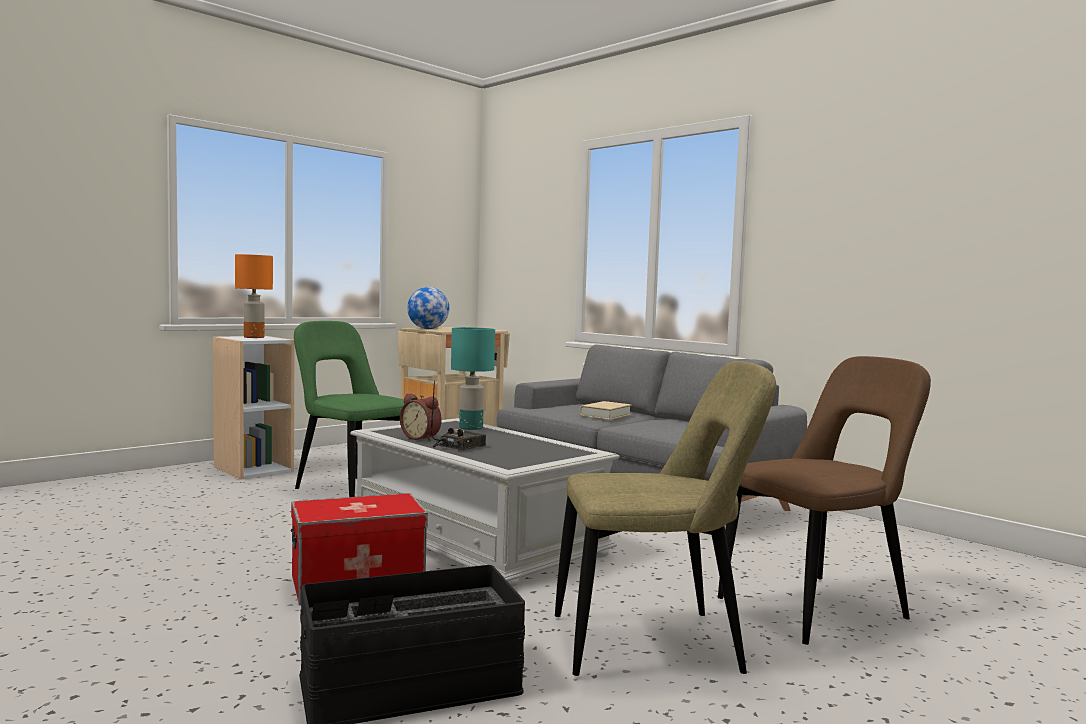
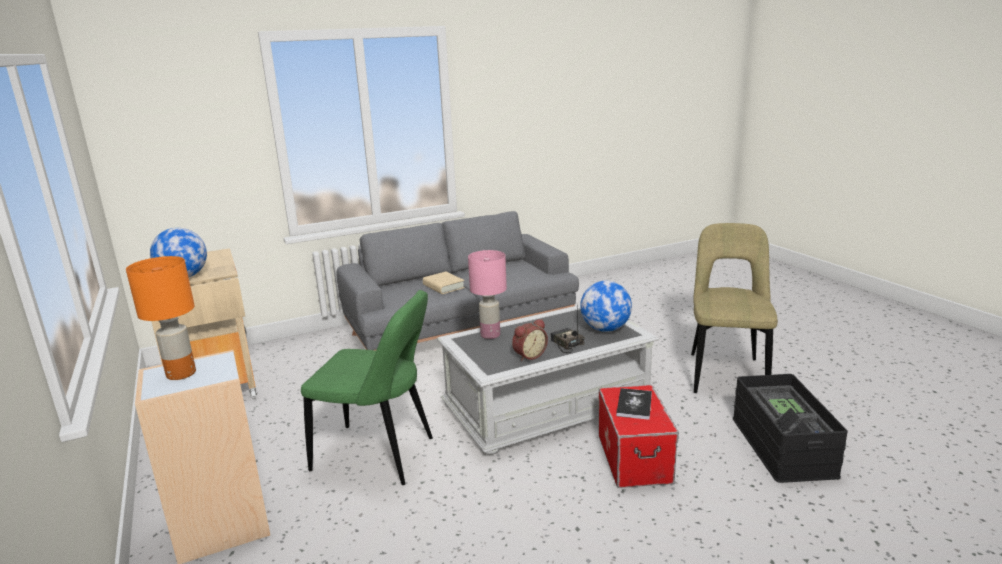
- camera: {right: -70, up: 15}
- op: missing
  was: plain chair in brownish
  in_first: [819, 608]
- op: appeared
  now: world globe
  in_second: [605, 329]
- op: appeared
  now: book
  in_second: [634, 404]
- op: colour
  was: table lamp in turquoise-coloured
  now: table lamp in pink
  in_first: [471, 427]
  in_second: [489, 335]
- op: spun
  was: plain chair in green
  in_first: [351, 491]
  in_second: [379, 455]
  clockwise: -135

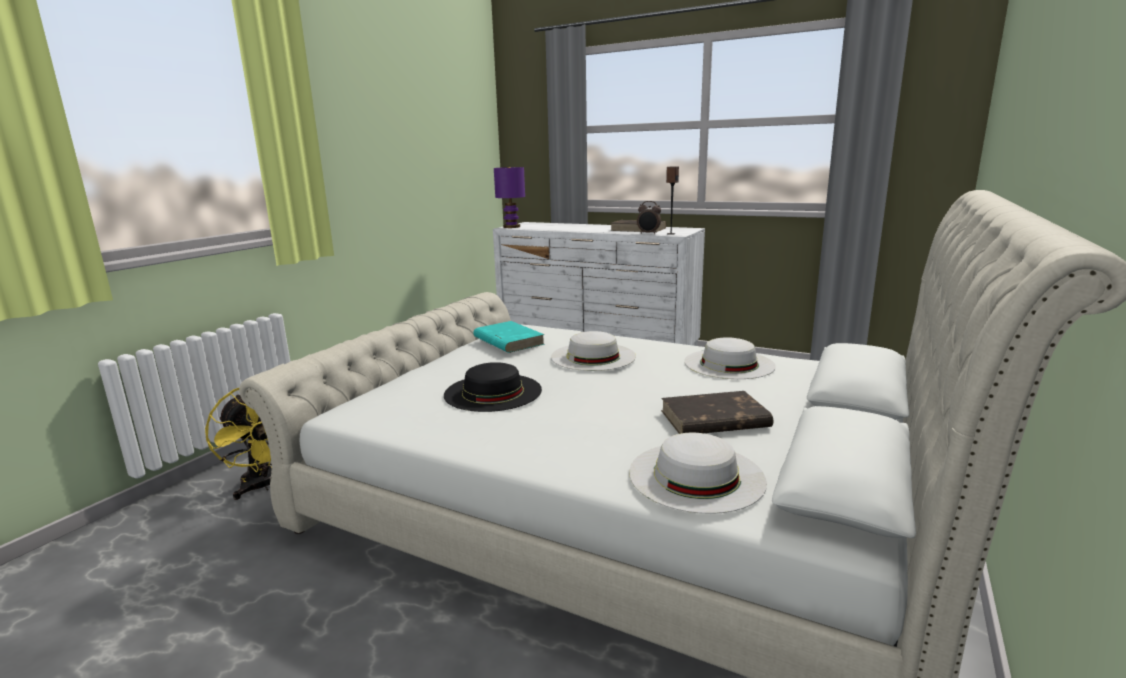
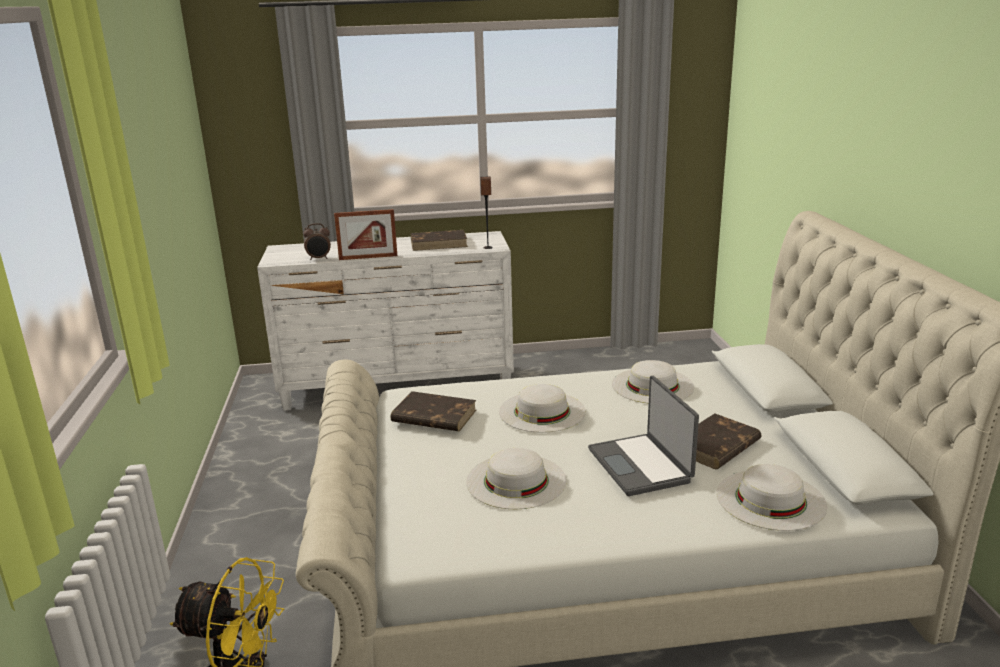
- camera: {right: -35, up: 5}
- op: missing
  was: table lamp in purplish
  in_first: [511, 227]
- op: appeared
  now: standing frame
  in_second: [368, 257]
- op: appeared
  now: portable computer
  in_second: [641, 465]
- op: relocated
  was: table clock
  in_first: [648, 233]
  in_second: [319, 258]
- op: colour
  was: wearable hat in black
  now: wearable hat in white
  in_first: [493, 392]
  in_second: [516, 480]
- op: colour
  was: book in turquoise-coloured
  now: book in brownish
  in_first: [508, 341]
  in_second: [433, 416]

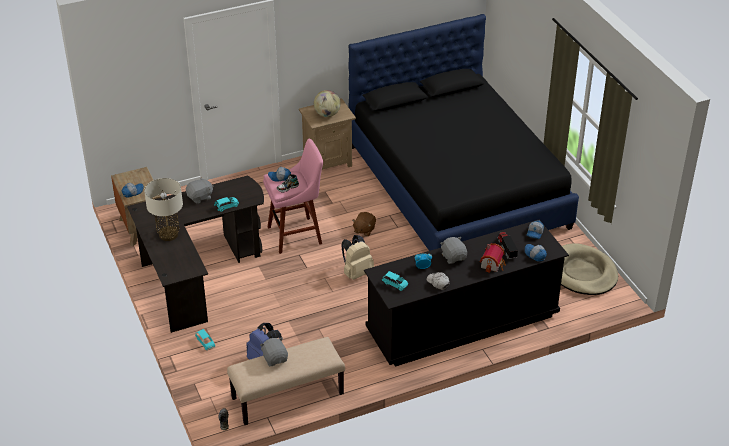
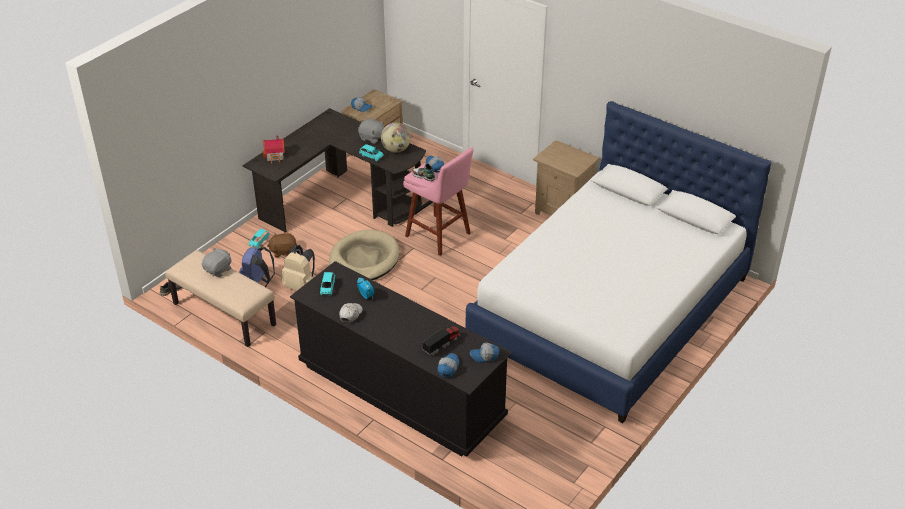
- camera: {right: 60, up: 0}
- op: missing
  was: table lamp
  in_first: [168, 234]
- op: missing
  was: cuddly toy in gray
  in_first: [453, 257]
- op: relocated
  was: world globe
  in_first: [327, 114]
  in_second: [396, 149]
- op: relocated
  was: knapsack in beige
  in_first: [356, 272]
  in_second: [301, 286]
- op: relocated
  was: cuddly toy in brownish
  in_first: [364, 230]
  in_second: [283, 251]
- op: relocated
  was: toy house
  in_first: [493, 264]
  in_second: [275, 156]
- op: relocated
  was: pet bed in beige
  in_first: [582, 273]
  in_second: [364, 260]
- op: colour
  was: bed in black
  now: bed in white
  in_first: [456, 186]
  in_second: [611, 309]

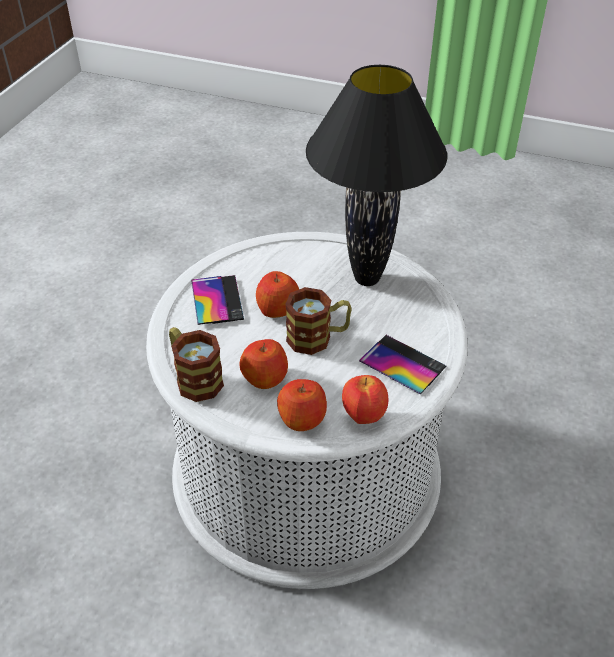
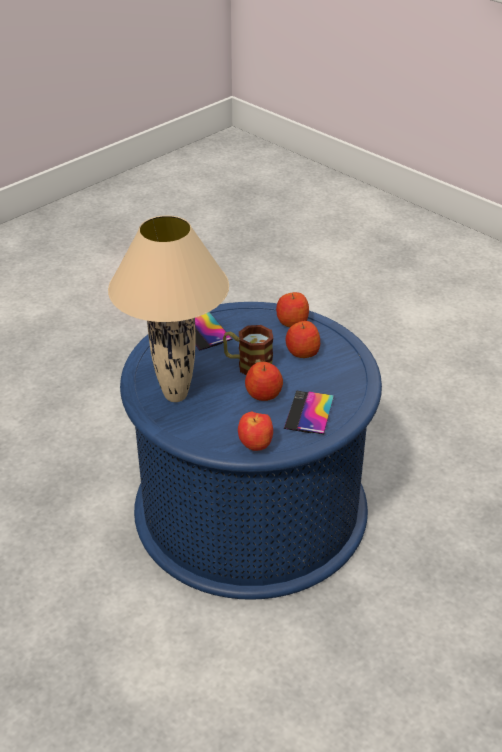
- camera: {right: -155, up: -5}
- op: missing
  was: tea mug
  in_first: [194, 378]
- op: relocated
  was: apple
  in_first: [363, 416]
  in_second: [256, 446]
- op: colour
  was: lounge table in white
  now: lounge table in blue-coloured
  in_first: [306, 468]
  in_second: [250, 507]
- op: colour
  was: table lamp in black
  now: table lamp in beige
  in_first: [368, 279]
  in_second: [174, 395]

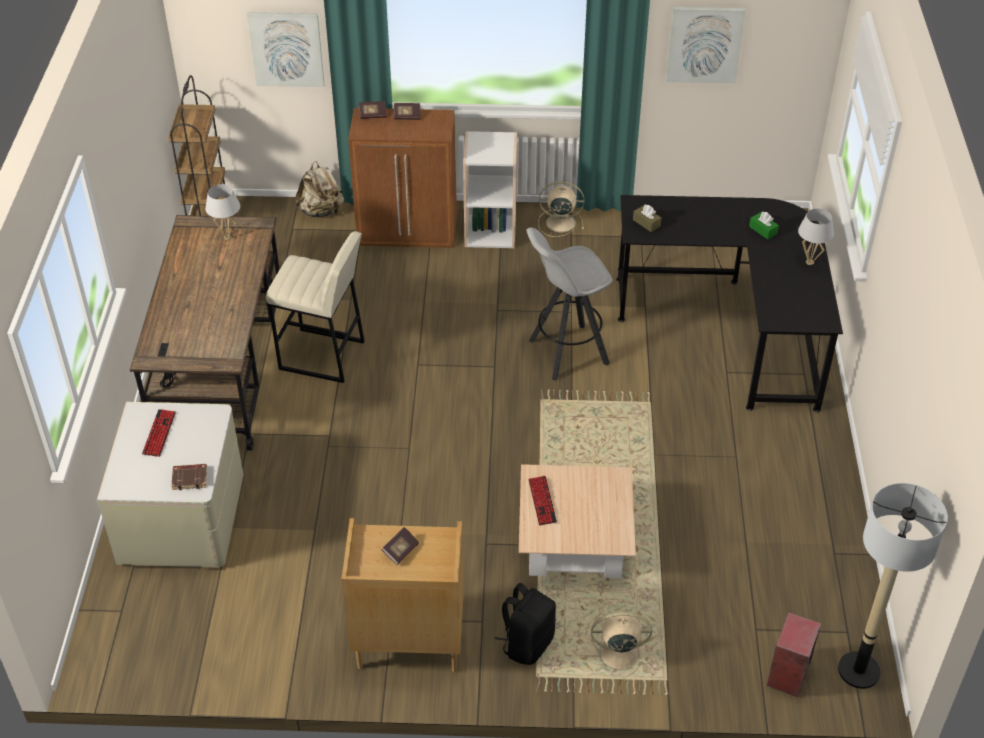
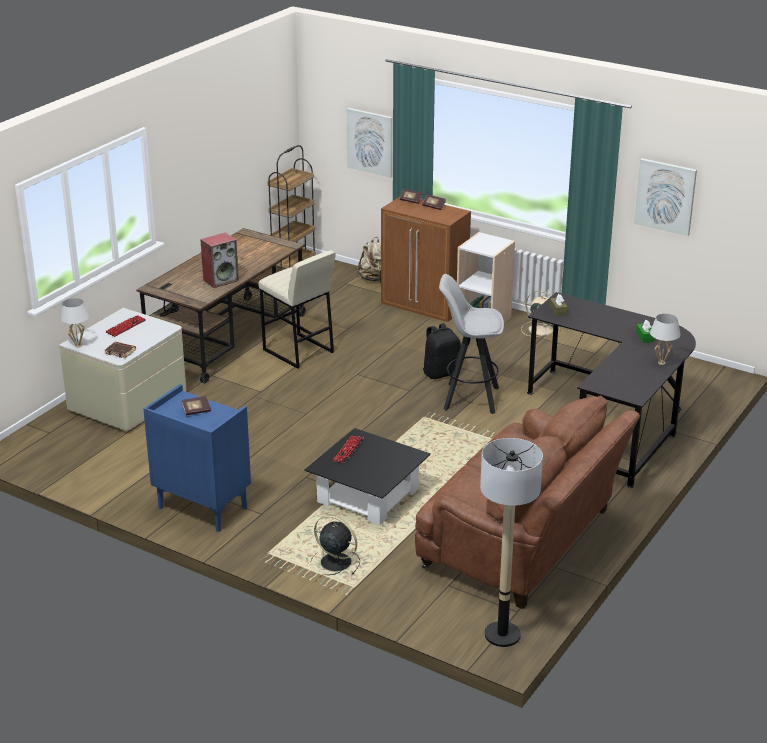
- camera: {right: 30, up: -15}
- op: appeared
  now: sofa in brownish
  in_second: [524, 542]
- op: relocated
  was: table lamp in white
  in_first: [227, 237]
  in_second: [78, 345]
- op: relocated
  was: knapsack in black
  in_first: [527, 643]
  in_second: [441, 373]
- op: relocated
  was: speaker
  in_first: [787, 673]
  in_second: [221, 280]
- op: colour
  was: cupboard in brownish
  now: cupboard in blue-coloured
  in_first: [408, 644]
  in_second: [202, 508]
- op: colour
  was: lounge table in beige
  now: lounge table in black
  in_first: [574, 541]
  in_second: [368, 495]
- op: colour
  was: fan in beige
  now: fan in black
  in_first: [617, 654]
  in_second: [334, 562]

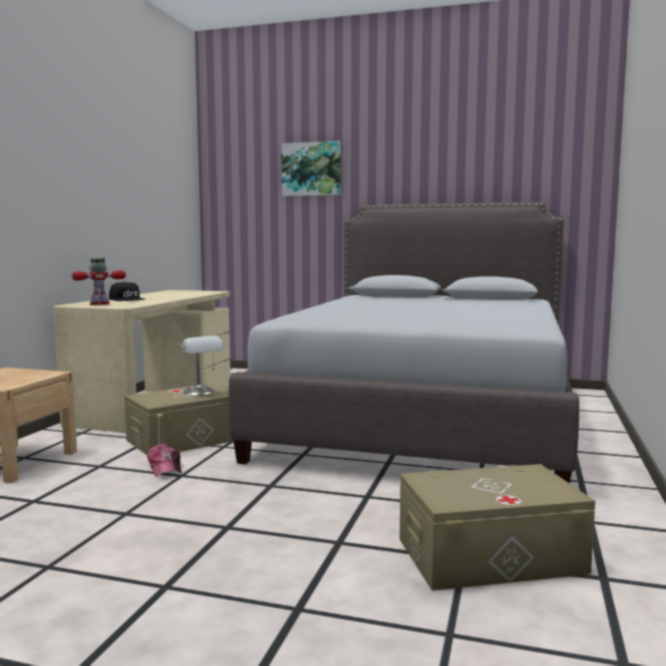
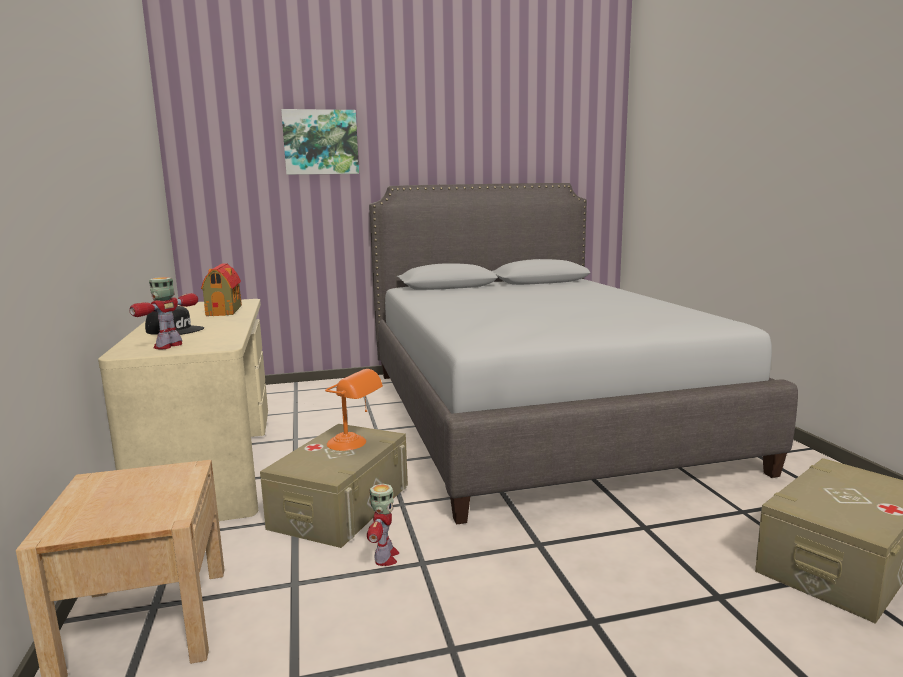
- camera: {right: -30, up: 5}
- op: appeared
  now: toy house
  in_second: [224, 310]
- op: exchanged
  was: baseball cap
  now: model robot
  in_first: [165, 468]
  in_second: [385, 557]
- op: colour
  was: table lamp in white
  now: table lamp in orange
  in_first: [202, 393]
  in_second: [354, 443]

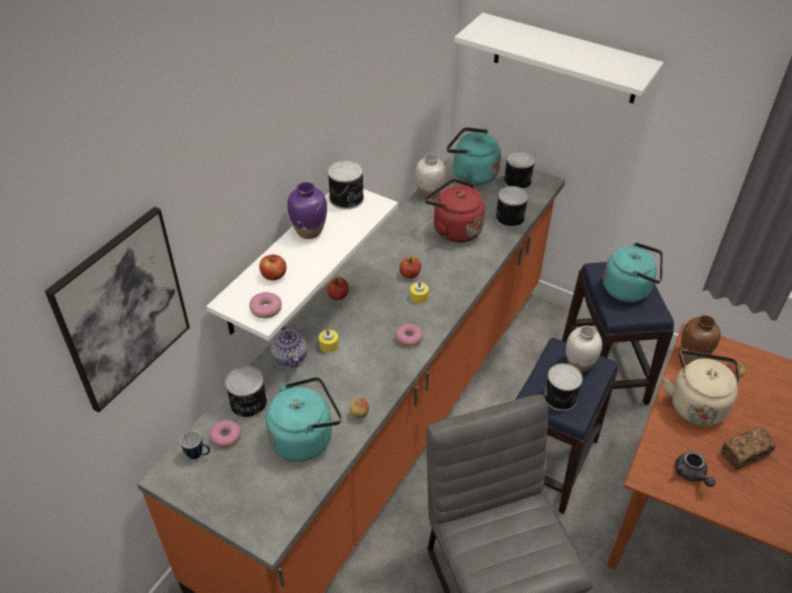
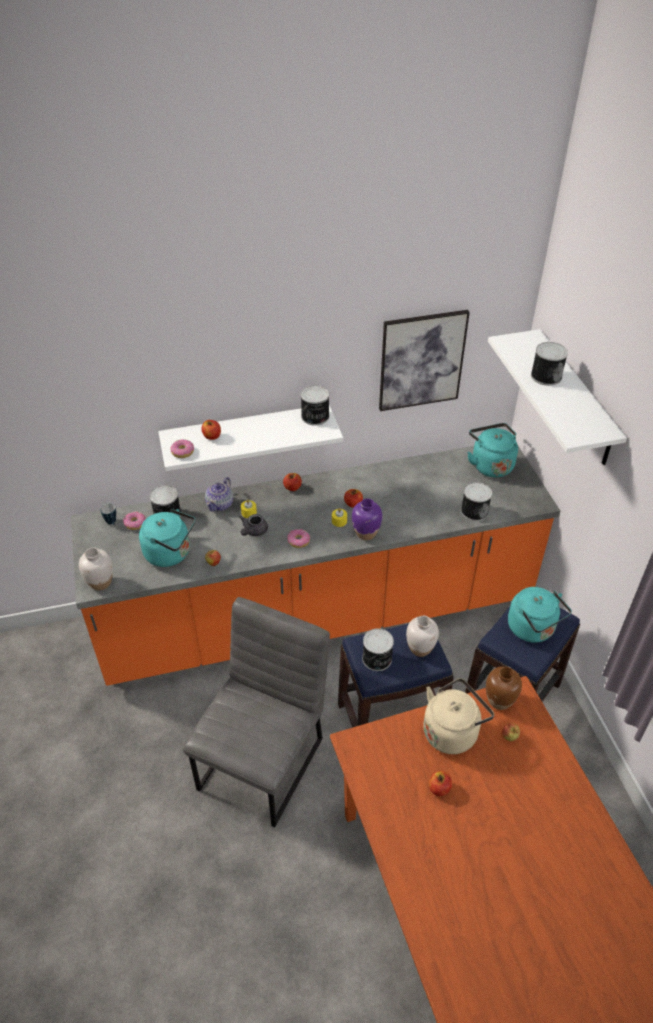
- camera: {right: 45, up: 0}
- op: missing
  was: water kettle in reddish
  in_first: [454, 229]
- op: relocated
  was: wall art
  in_first: [123, 310]
  in_second: [421, 360]
- op: relocated
  was: decorative vase in purplish
  in_first: [309, 231]
  in_second: [366, 533]
- op: relocated
  was: decorative vase in white
  in_first: [429, 193]
  in_second: [101, 583]
- op: relocated
  was: metal can
  in_first: [516, 181]
  in_second: [545, 376]
- op: relocated
  was: tea pot in gray
  in_first: [691, 475]
  in_second: [253, 531]
- op: exchanged
  was: baked bread
  now: apple
  in_first: [744, 454]
  in_second: [439, 788]

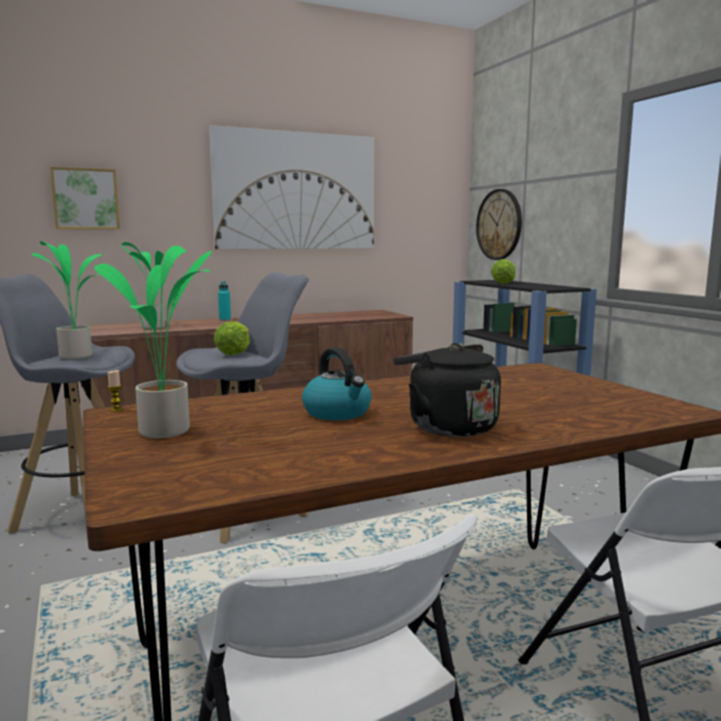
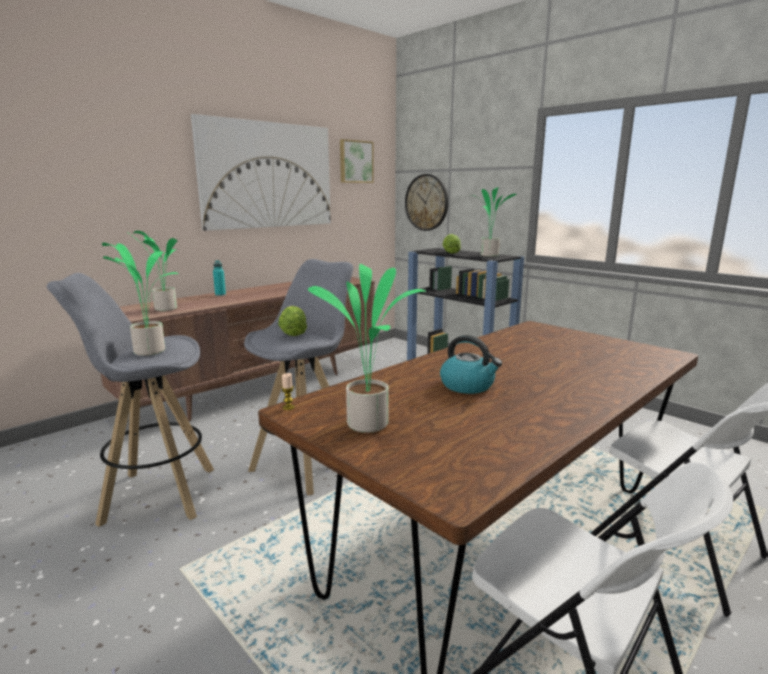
- camera: {right: -20, up: 5}
- op: missing
  was: water kettle in black
  in_first: [447, 427]
- op: appeared
  now: plant in a pot
  in_second: [488, 255]
- op: relocated
  was: wall art
  in_first: [85, 199]
  in_second: [355, 162]

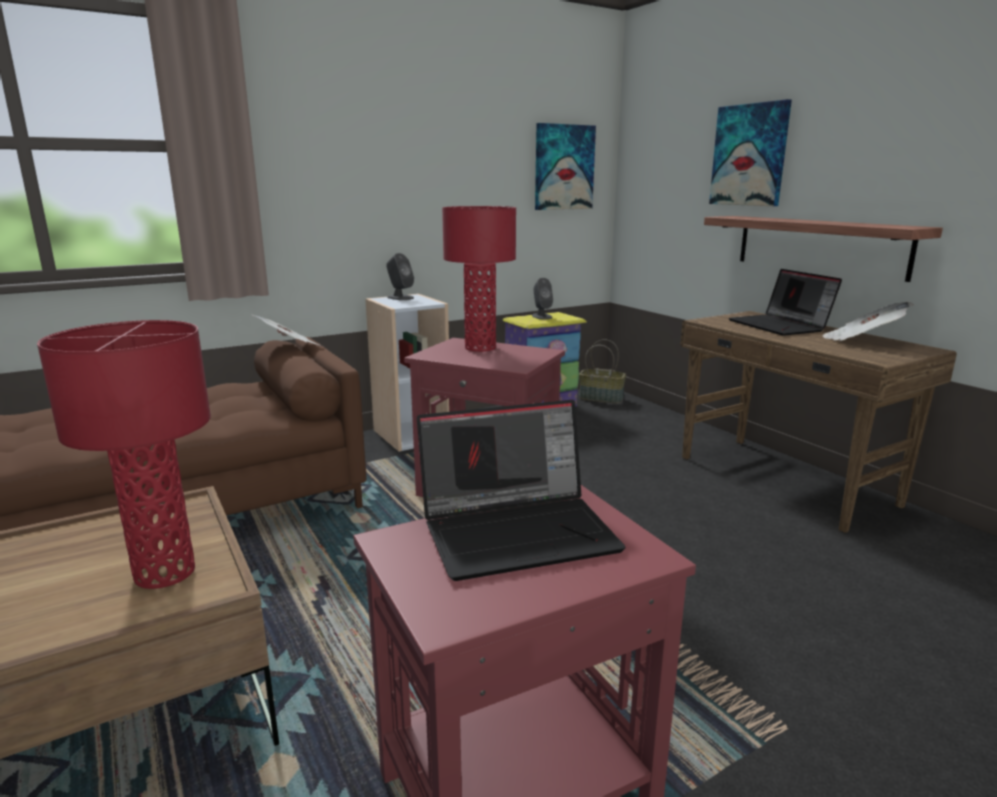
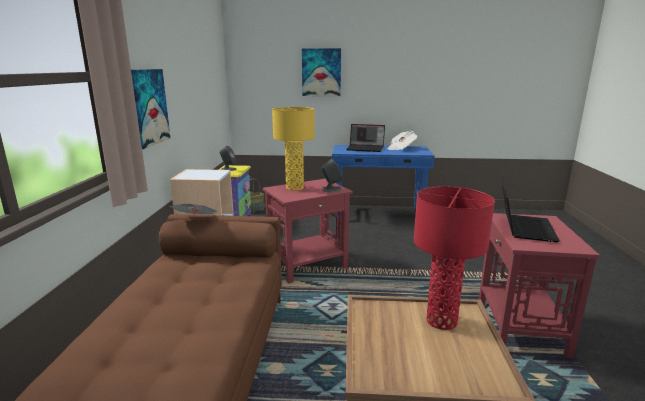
- camera: {right: -55, up: 0}
- op: missing
  was: bracket shelf
  in_first: [819, 245]
- op: relocated
  was: speaker in gray
  in_first: [400, 297]
  in_second: [331, 189]
- op: relocated
  was: wall art
  in_first: [563, 167]
  in_second: [148, 107]
- op: colour
  was: table lamp in reddish
  now: table lamp in yellowish
  in_first: [480, 347]
  in_second: [294, 187]
- op: colour
  was: hall table in brownish
  now: hall table in blue-coloured
  in_first: [785, 481]
  in_second: [378, 214]

